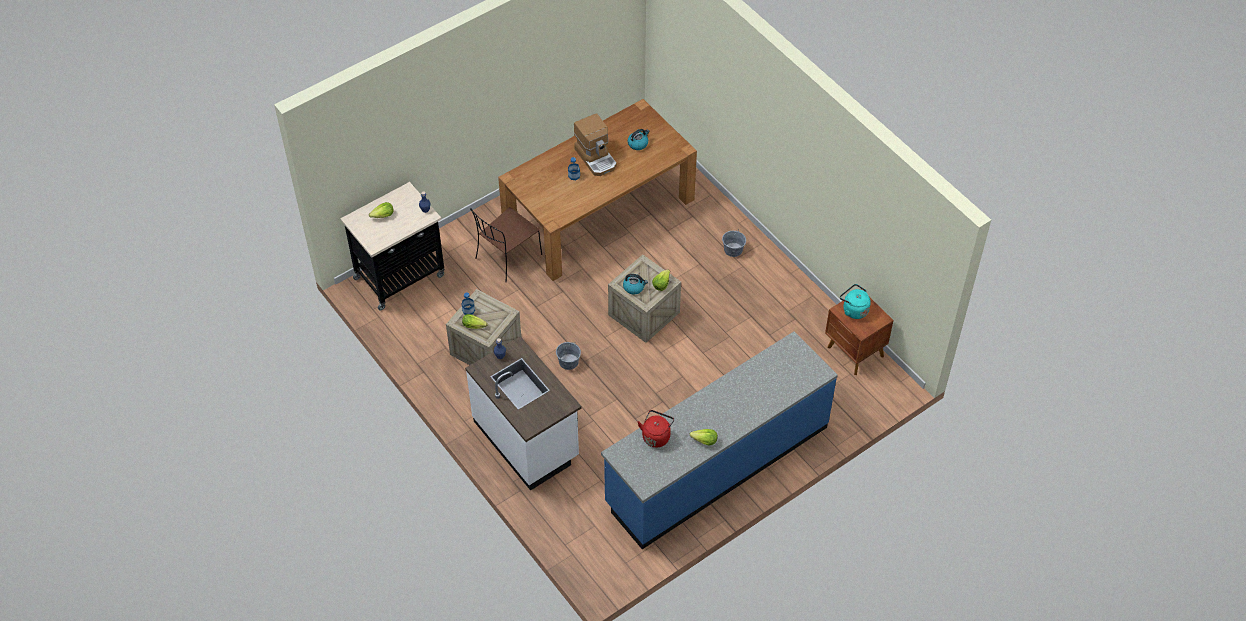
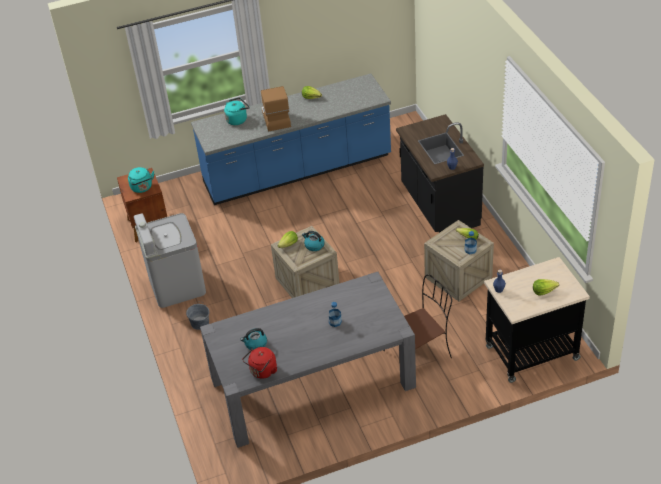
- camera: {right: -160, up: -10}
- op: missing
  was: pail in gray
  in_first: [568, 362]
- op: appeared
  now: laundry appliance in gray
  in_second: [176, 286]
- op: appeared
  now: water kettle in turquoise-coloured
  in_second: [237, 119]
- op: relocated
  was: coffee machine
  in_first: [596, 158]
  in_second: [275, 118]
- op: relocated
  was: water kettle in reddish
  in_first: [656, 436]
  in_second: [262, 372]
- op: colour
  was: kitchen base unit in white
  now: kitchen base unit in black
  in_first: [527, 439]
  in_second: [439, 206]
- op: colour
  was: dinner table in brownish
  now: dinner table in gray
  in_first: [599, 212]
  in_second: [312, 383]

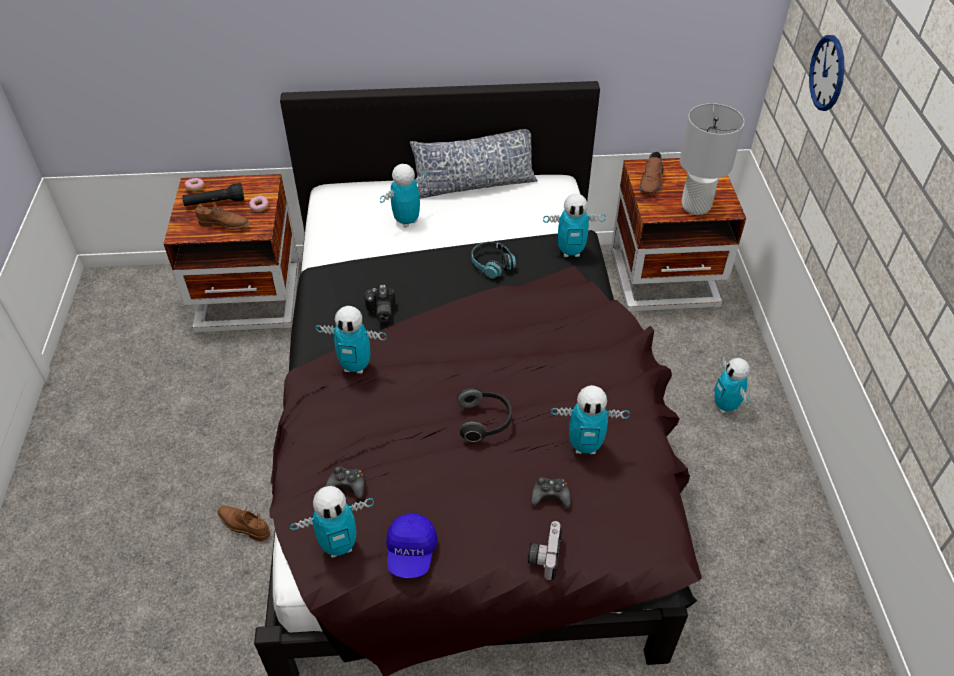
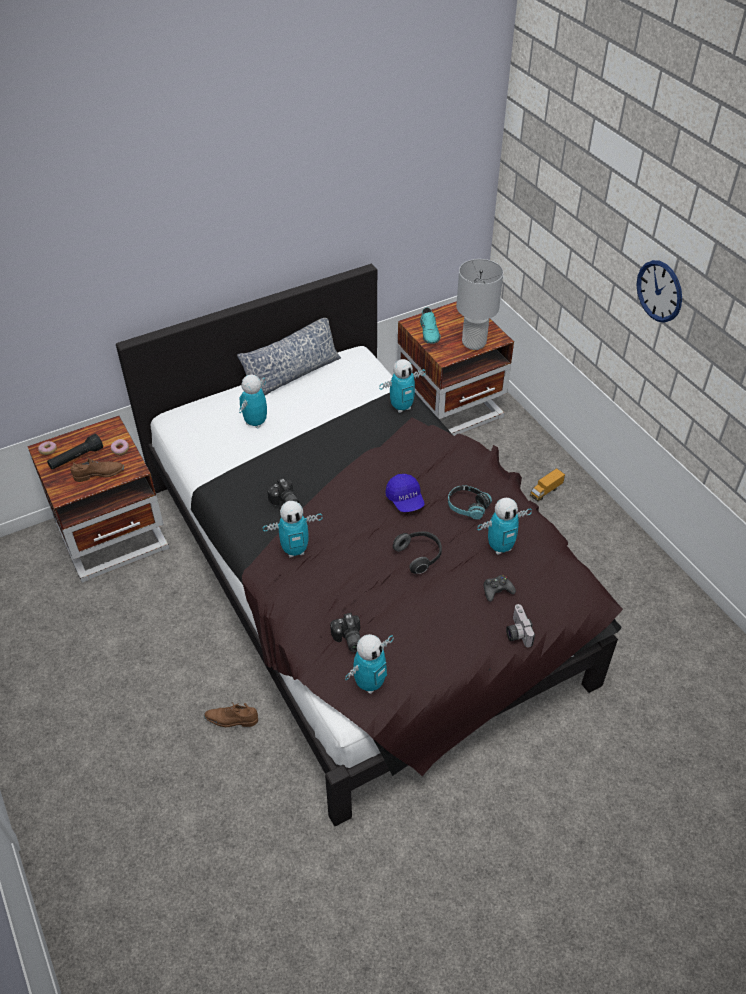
- camera: {right: -25, up: 0}
- op: relocated
  was: baseball cap in blue-coloured
  in_first: [411, 552]
  in_second: [405, 500]
- op: relocated
  was: headset
  in_first: [492, 264]
  in_second: [467, 506]
- op: relocated
  was: wall clock
  in_first: [827, 73]
  in_second: [659, 291]
- op: exchanged
  was: joypad in black
  now: still camera
  in_first: [347, 485]
  in_second: [348, 639]
- op: exchanged
  was: model robot
  now: toy lorry
  in_first: [725, 406]
  in_second: [546, 491]
- op: colour
  was: low shoe in brownish
  now: low shoe in turquoise-coloured
  in_first: [652, 182]
  in_second: [430, 332]

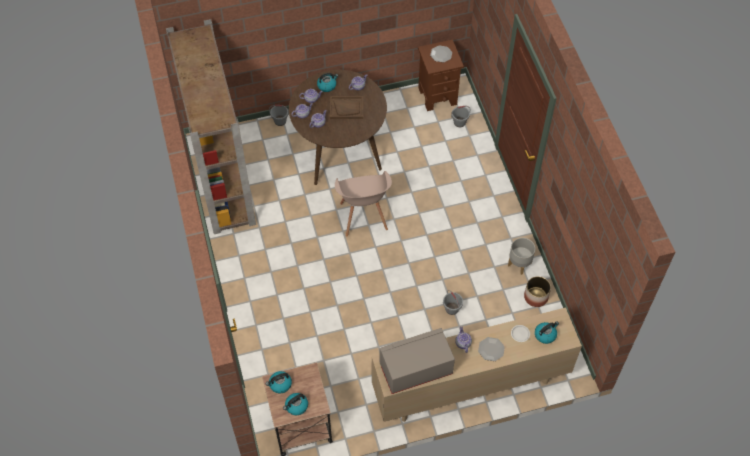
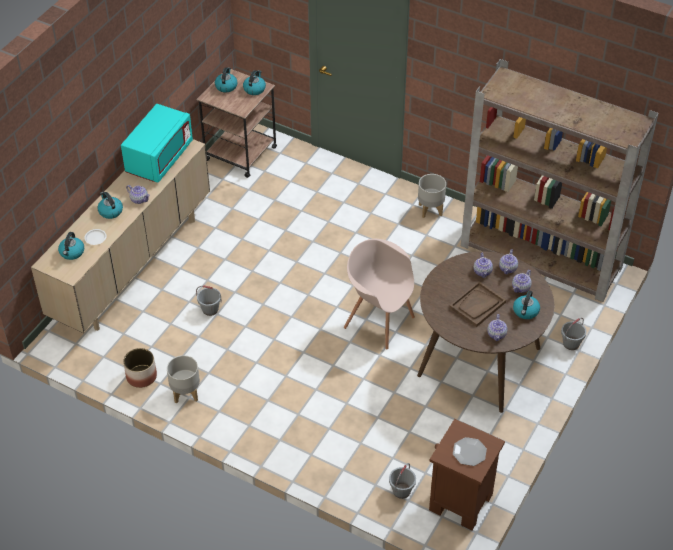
- camera: {right: 135, up: -10}
- op: appeared
  now: plant pot in gray
  in_second: [430, 209]
- op: exchanged
  was: plate
  now: water kettle
  in_first: [491, 349]
  in_second: [110, 211]
- op: colour
  was: kitchen microwave in gray
  now: kitchen microwave in turquoise-coloured
  in_first: [415, 369]
  in_second: [159, 158]

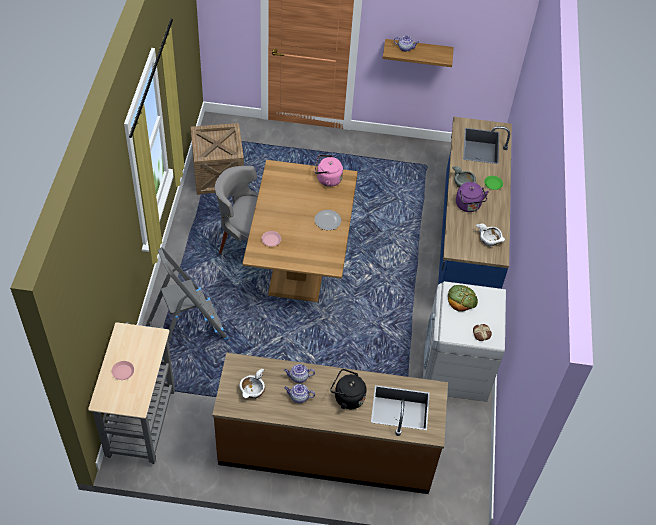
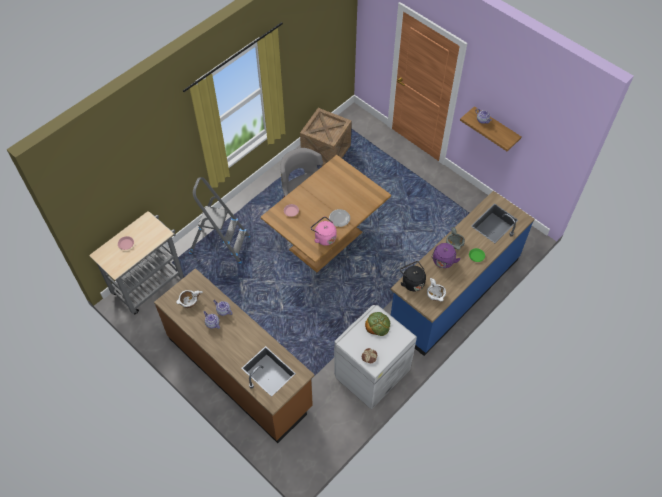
- camera: {right: 40, up: 5}
- op: relocated
  was: water kettle in pink
  in_first: [327, 179]
  in_second: [324, 237]
- op: relocated
  was: water kettle in black
  in_first: [347, 398]
  in_second: [412, 282]

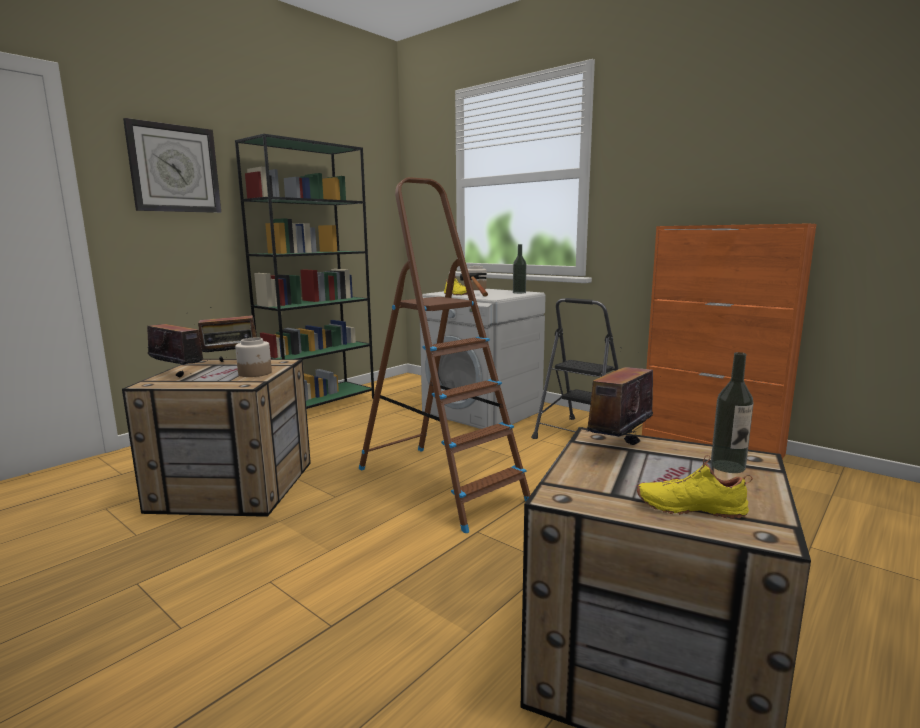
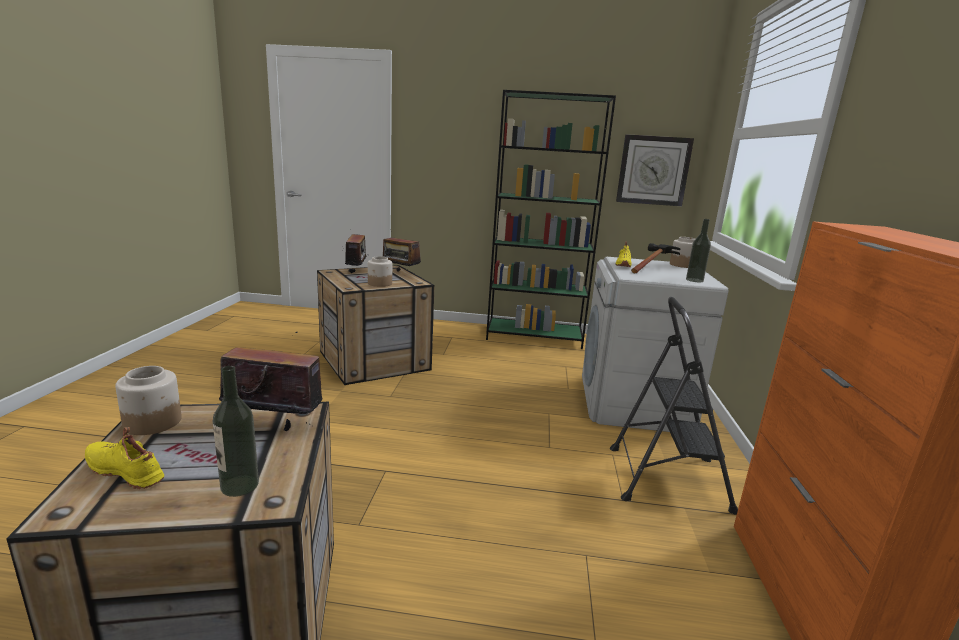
- camera: {right: 55, up: 5}
- op: missing
  was: step ladder in brownish
  in_first: [440, 484]
- op: appeared
  now: preserve jar
  in_second: [152, 422]
- op: relocated
  was: wall clock
  in_first: [174, 169]
  in_second: [653, 170]
- op: spun
  was: low shoe in yellowish
  in_first: [690, 507]
  in_second: [127, 471]
  clockwise: -45

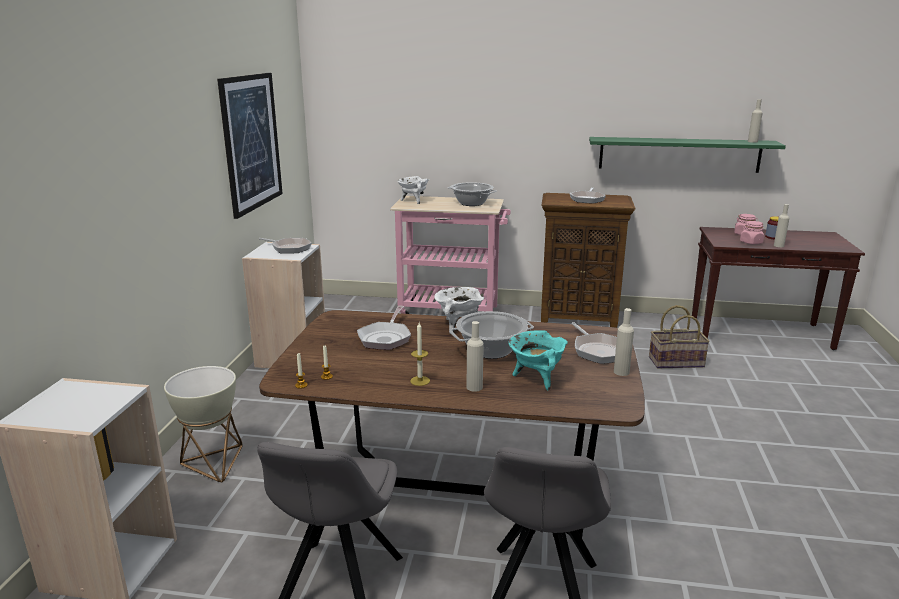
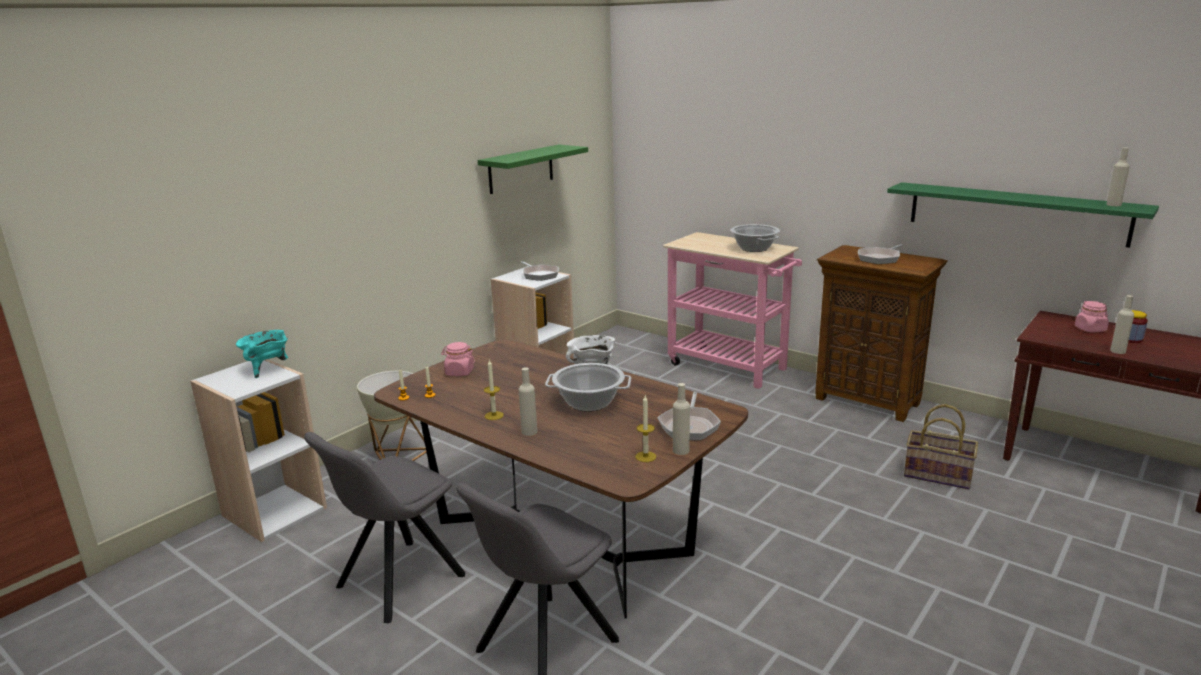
- camera: {right: 30, up: 0}
- op: missing
  was: skillet
  in_first: [385, 338]
- op: missing
  was: stockpot in white
  in_first: [413, 201]
- op: appeared
  now: candle
  in_second: [645, 456]
- op: relocated
  was: stockpot in turquoise-coloured
  in_first: [536, 379]
  in_second: [267, 369]
- op: relocated
  was: preserve jar in pink
  in_first: [751, 242]
  in_second: [459, 372]
- op: exchanged
  was: wall art
  now: bracket shelf in green
  in_first: [251, 142]
  in_second: [521, 169]

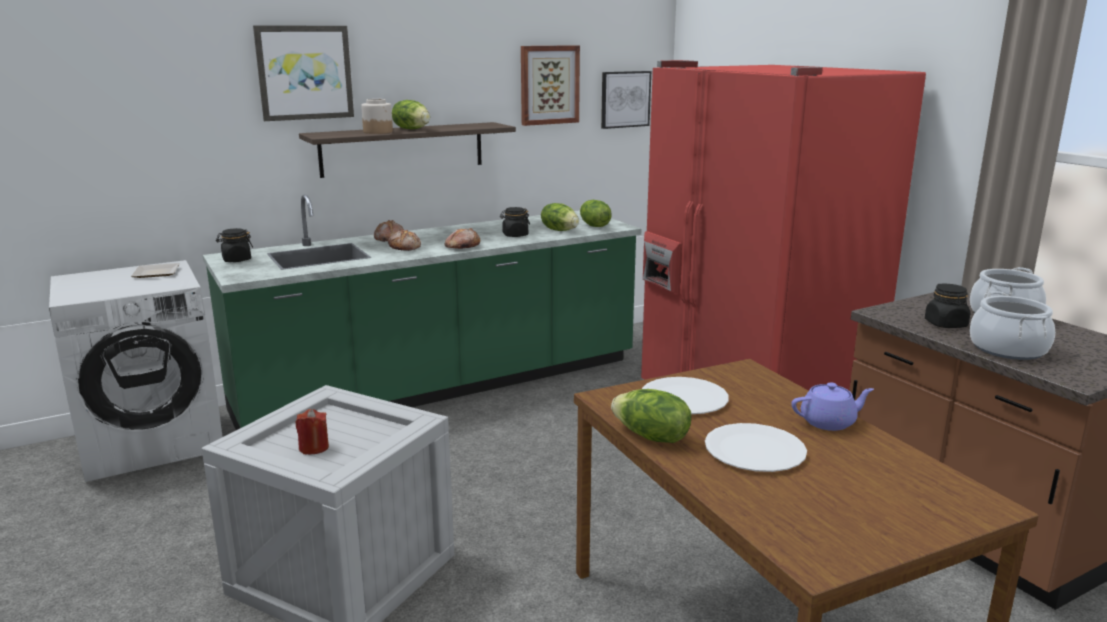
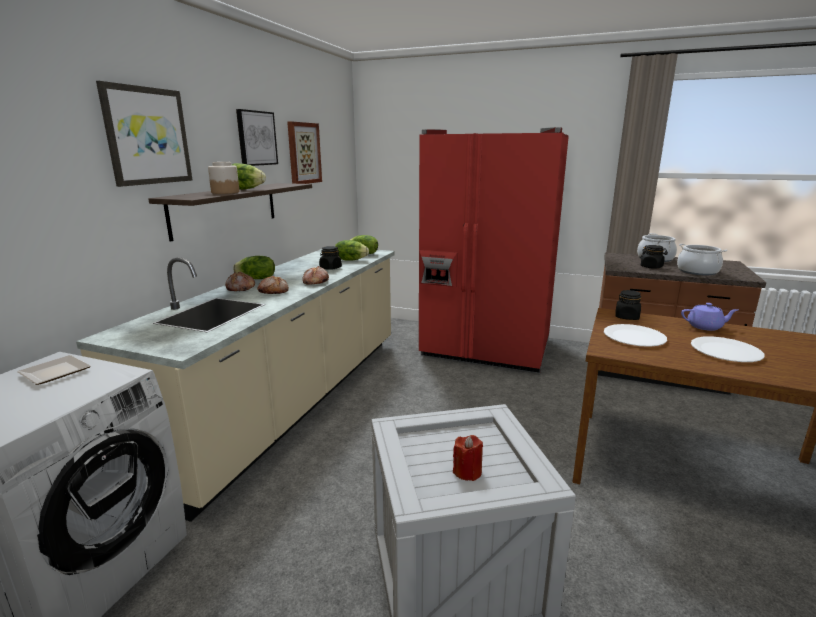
- camera: {right: -40, up: 0}
- op: relocated
  was: preserve jar in black
  in_first: [236, 260]
  in_second: [627, 317]
- op: relocated
  was: wall art
  in_first: [625, 99]
  in_second: [256, 138]
- op: relocated
  was: lettuce
  in_first: [651, 437]
  in_second: [256, 279]
- op: colour
  was: kitchen base unit in green
  now: kitchen base unit in beige
  in_first: [442, 386]
  in_second: [293, 401]
- op: spun
  was: tea pot in purplish
  in_first: [829, 422]
  in_second: [705, 327]
  clockwise: 60

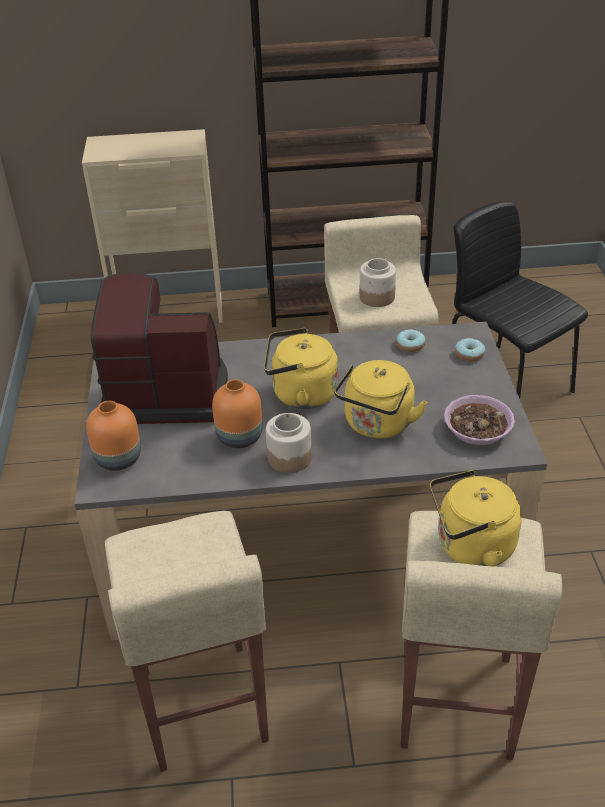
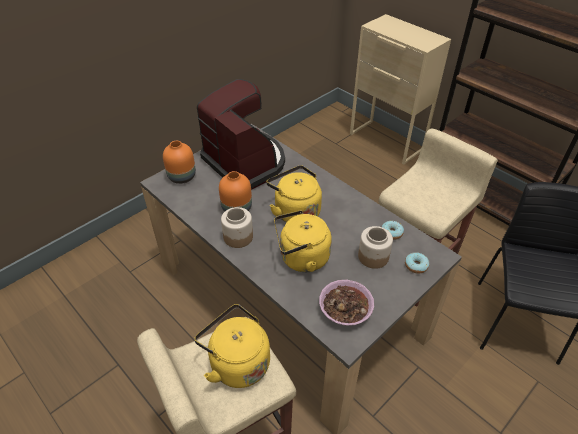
- camera: {right: 50, up: 5}
- op: missing
  was: sitting stool in beige
  in_first: [201, 707]
- op: relocated
  was: preserve jar
  in_first: [376, 297]
  in_second: [372, 256]

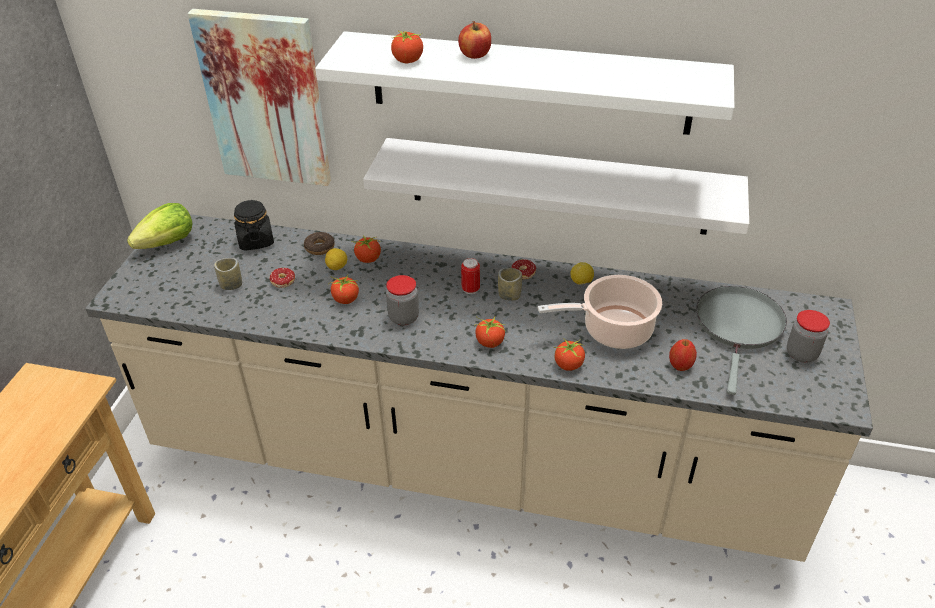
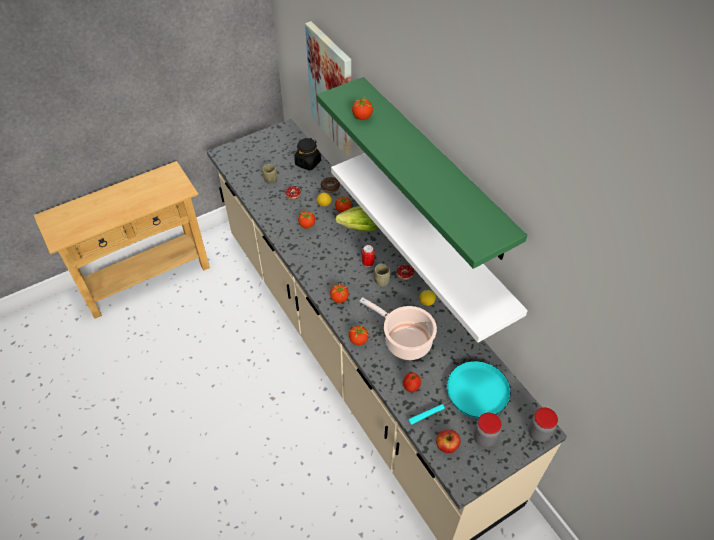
- camera: {right: 45, up: 10}
- op: relocated
  was: lettuce
  in_first: [168, 243]
  in_second: [361, 228]
- op: relocated
  was: preserve jar
  in_first: [404, 317]
  in_second: [538, 432]
- op: relocated
  was: apple
  in_first: [475, 55]
  in_second: [447, 445]
- op: colour
  was: bracket shelf in white
  now: bracket shelf in green
  in_first: [529, 83]
  in_second: [434, 167]
- op: colour
  was: skillet in gray
  now: skillet in turquoise-coloured
  in_first: [739, 327]
  in_second: [473, 394]

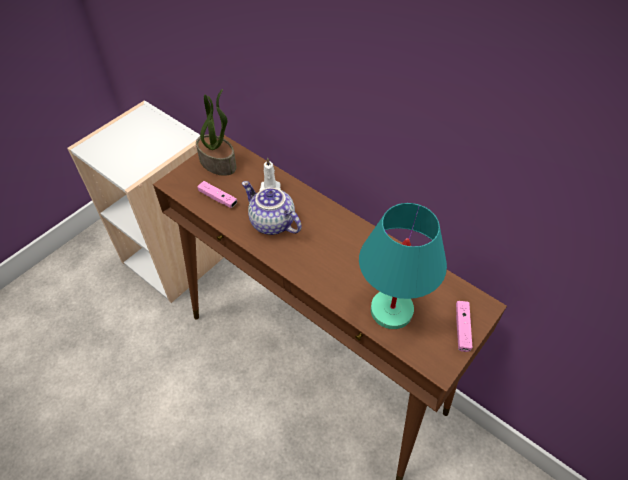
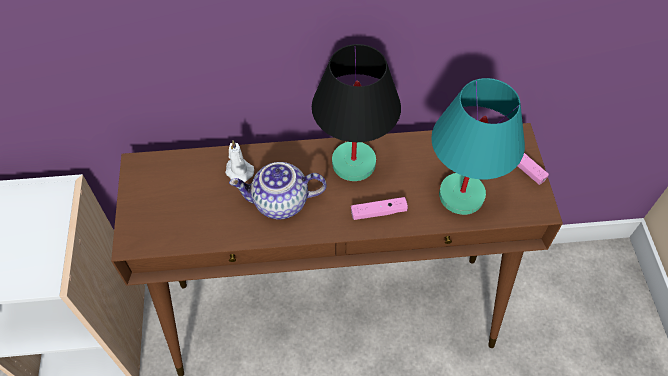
- camera: {right: -45, up: 5}
- op: missing
  was: plant in a pot
  in_first: [218, 163]
- op: appeared
  now: table lamp in black
  in_second: [354, 162]
- op: relocated
  was: joypad in pink
  in_first: [218, 198]
  in_second: [378, 212]

